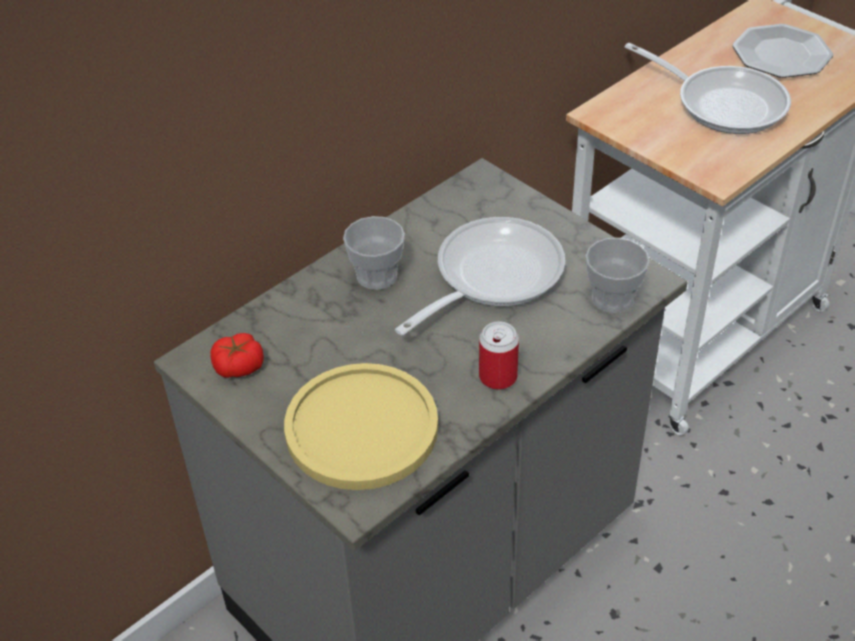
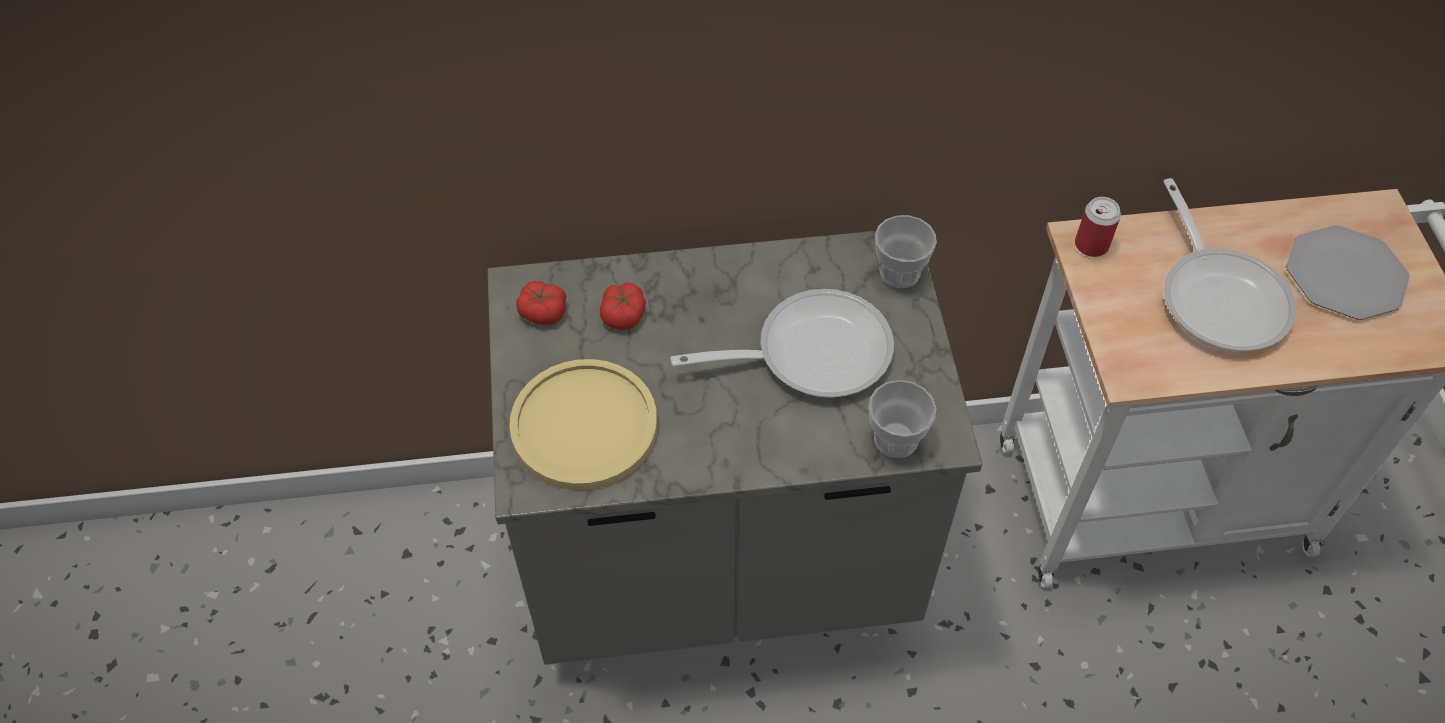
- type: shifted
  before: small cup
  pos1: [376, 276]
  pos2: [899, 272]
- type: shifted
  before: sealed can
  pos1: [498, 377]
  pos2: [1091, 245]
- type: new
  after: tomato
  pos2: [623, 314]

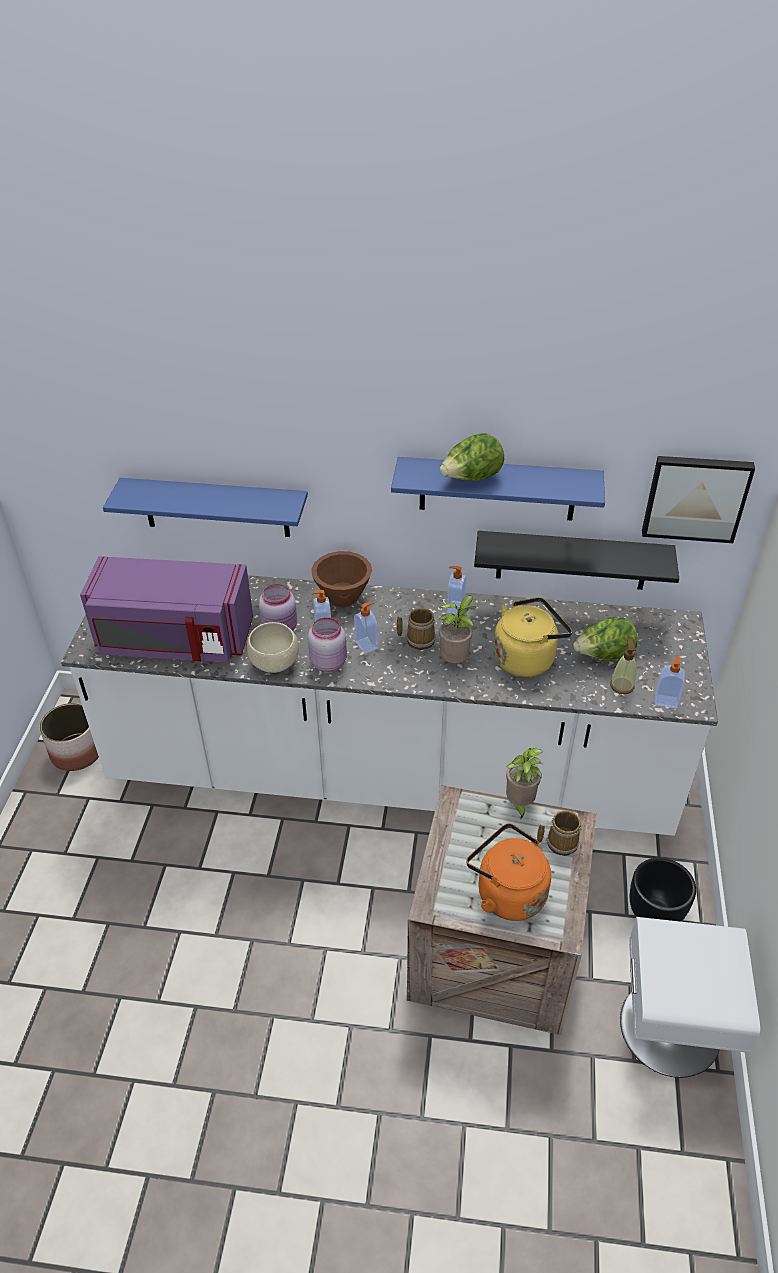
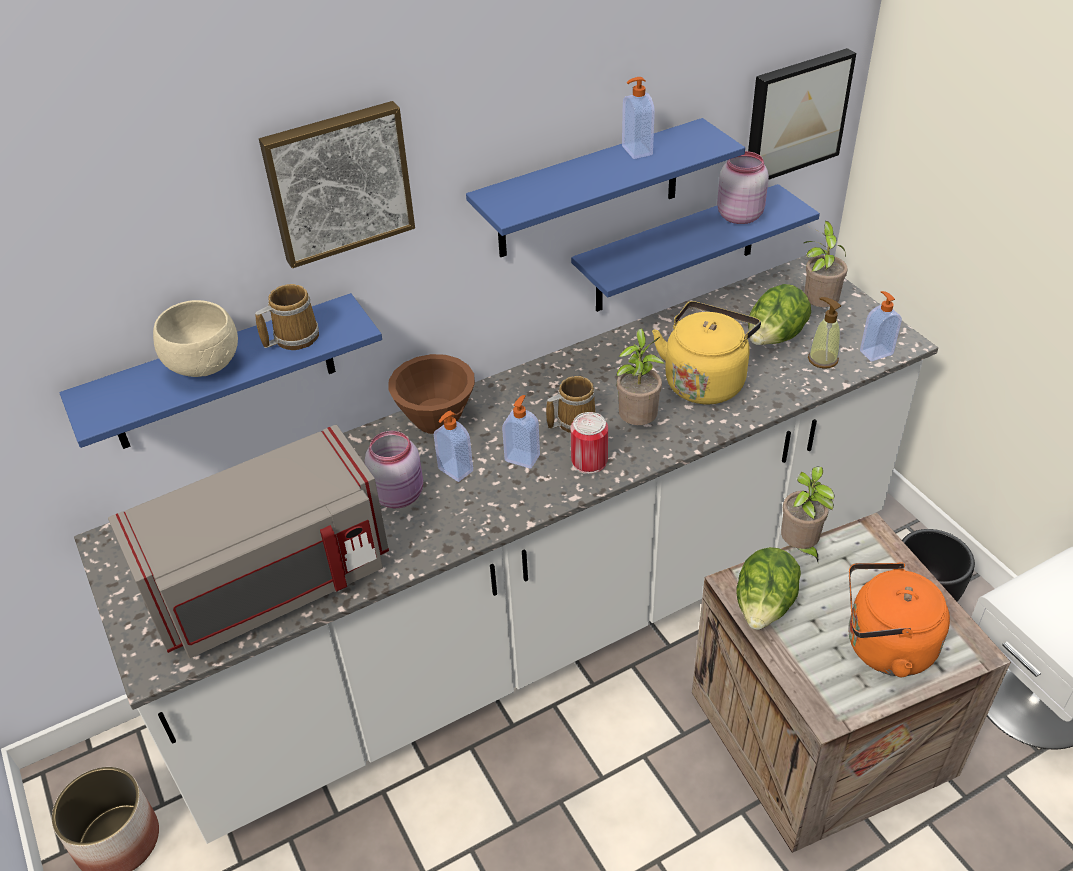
- type: repainted
  before: kitchen microwave in purple
  after: kitchen microwave in grey
  pos1: [174, 640]
  pos2: [271, 583]
- type: shifted
  before: deep dish in beige
  pos1: [276, 664]
  pos2: [206, 365]
- type: shifted
  before: jar in pink-coloured
  pos1: [329, 662]
  pos2: [739, 215]
- type: shifted
  before: head of lettuce
  pos1: [471, 479]
  pos2: [764, 607]
- type: shifted
  before: soap bottle
  pos1: [455, 607]
  pos2: [636, 151]
- type: repainted
  before: bracket shelf in blackish
  after: bracket shelf in blue-coloured
  pos1: [572, 560]
  pos2: [676, 250]
- type: shifted
  before: mug
  pos1: [559, 842]
  pos2: [293, 337]
- type: new
  after: wall picture
  pos2: [338, 182]
- type: new
  after: sealed can
  pos2: [589, 461]
- type: new
  after: houseplant
  pos2: [816, 308]

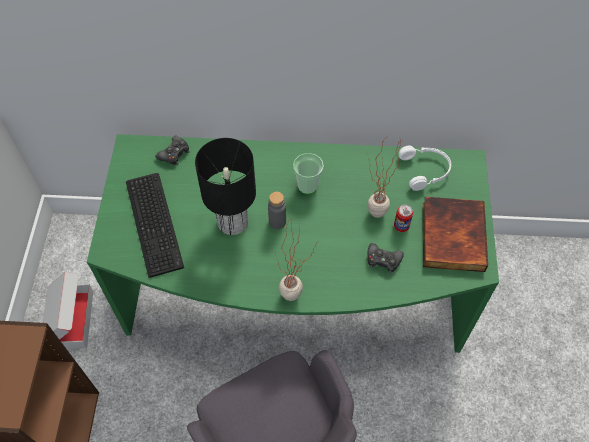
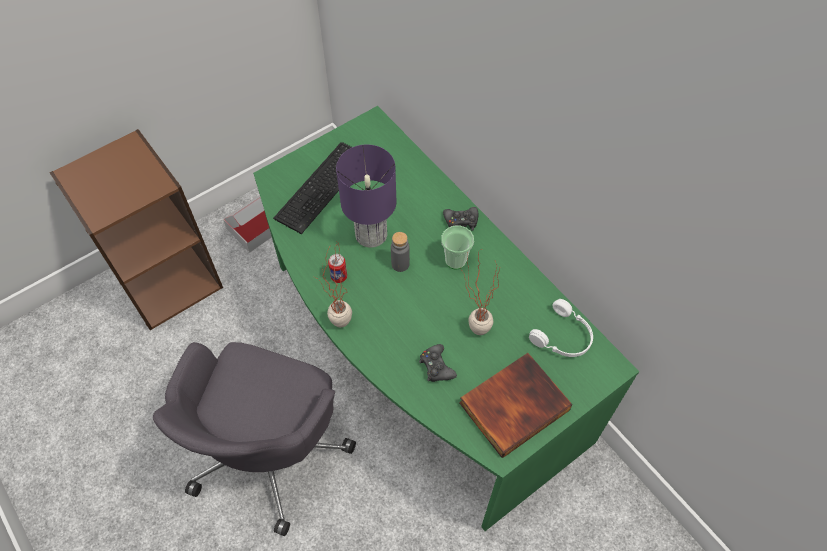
- type: shifted
  before: joypad in blackish
  pos1: [174, 153]
  pos2: [461, 221]
- type: repainted
  before: tabletop lamp in blackish
  after: tabletop lamp in purple
  pos1: [232, 221]
  pos2: [372, 234]
- type: shifted
  before: sealed can
  pos1: [401, 226]
  pos2: [339, 276]

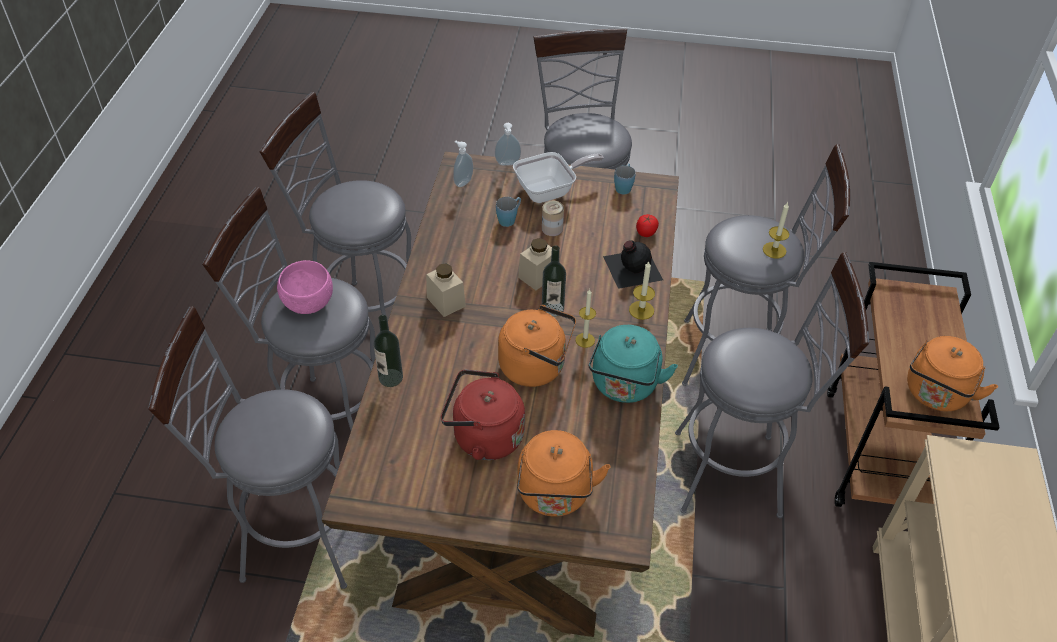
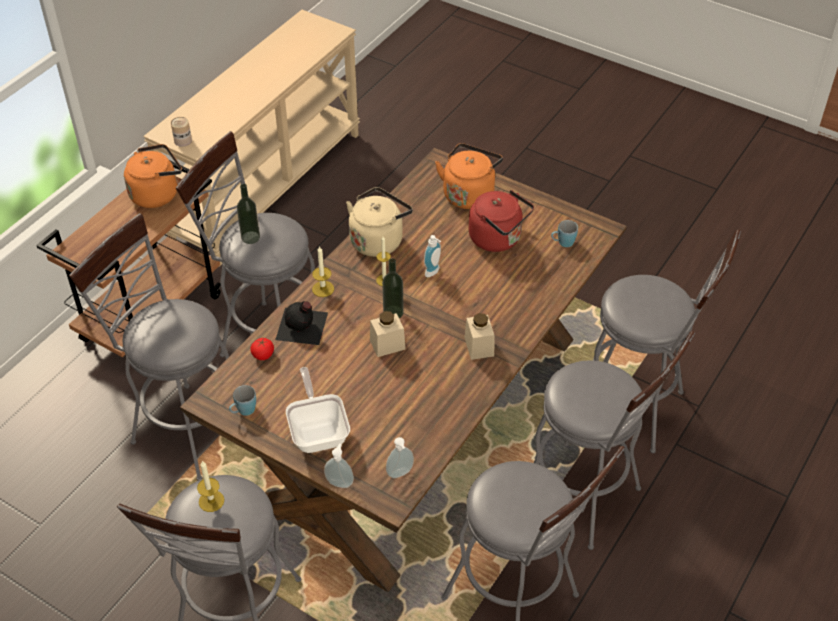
- type: gone
  before: deep dish in pink-coloured
  pos1: [307, 304]
- type: shifted
  before: beverage bottle
  pos1: [390, 378]
  pos2: [250, 237]
- type: shifted
  before: mug in blue-coloured
  pos1: [509, 219]
  pos2: [562, 243]
- type: swapped
  before: tea kettle in orangey
  after: soap bottle
  pos1: [536, 367]
  pos2: [434, 272]
- type: rotated
  before: pan
  pos1: [550, 191]
  pos2: [318, 431]
  turn: 75
- type: shifted
  before: sealed can
  pos1: [552, 229]
  pos2: [183, 141]
- type: repainted
  before: tea kettle in blue-green
  after: tea kettle in beige
  pos1: [624, 386]
  pos2: [378, 240]
- type: shifted
  before: wax candle
  pos1: [774, 250]
  pos2: [211, 501]

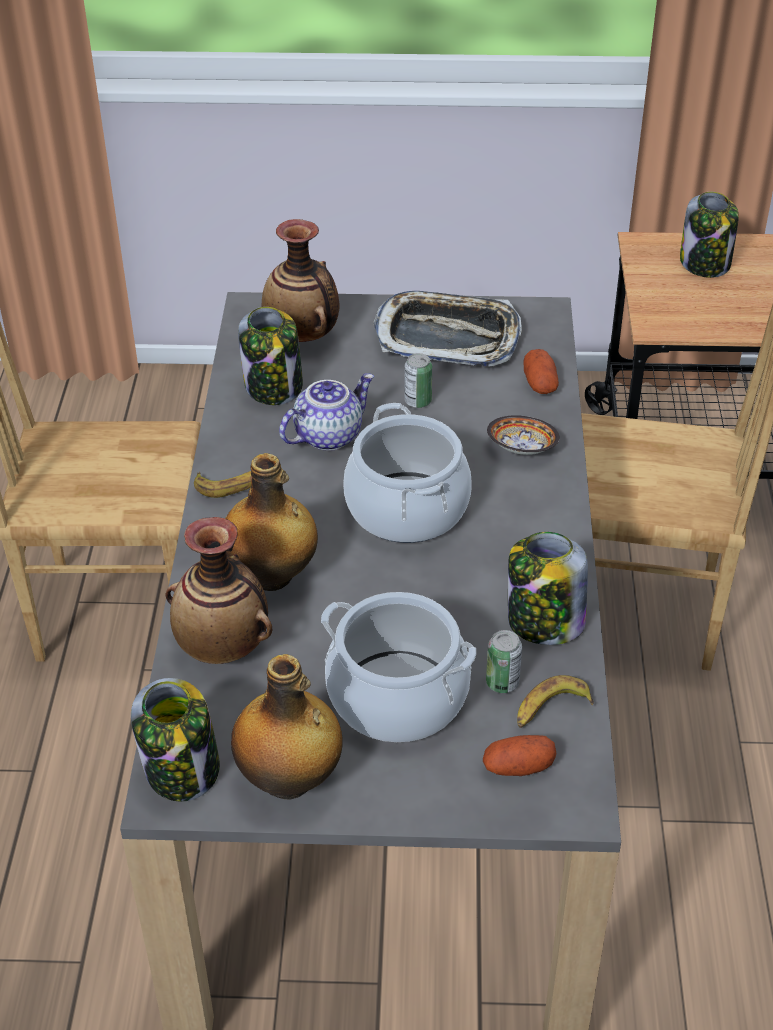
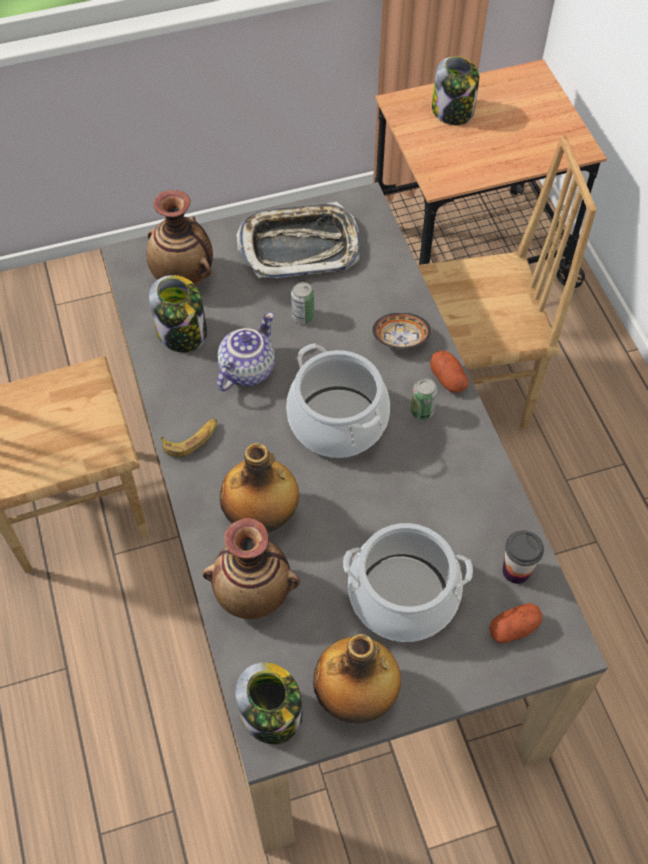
- type: shifted
  before: sealed can
  pos1: [502, 683]
  pos2: [422, 411]
- type: gone
  before: jar
  pos1: [544, 622]
- type: swapped
  before: banana fruit
  after: small cup
  pos1: [550, 709]
  pos2: [516, 571]
- type: shifted
  before: spud
  pos1: [540, 383]
  pos2: [448, 379]

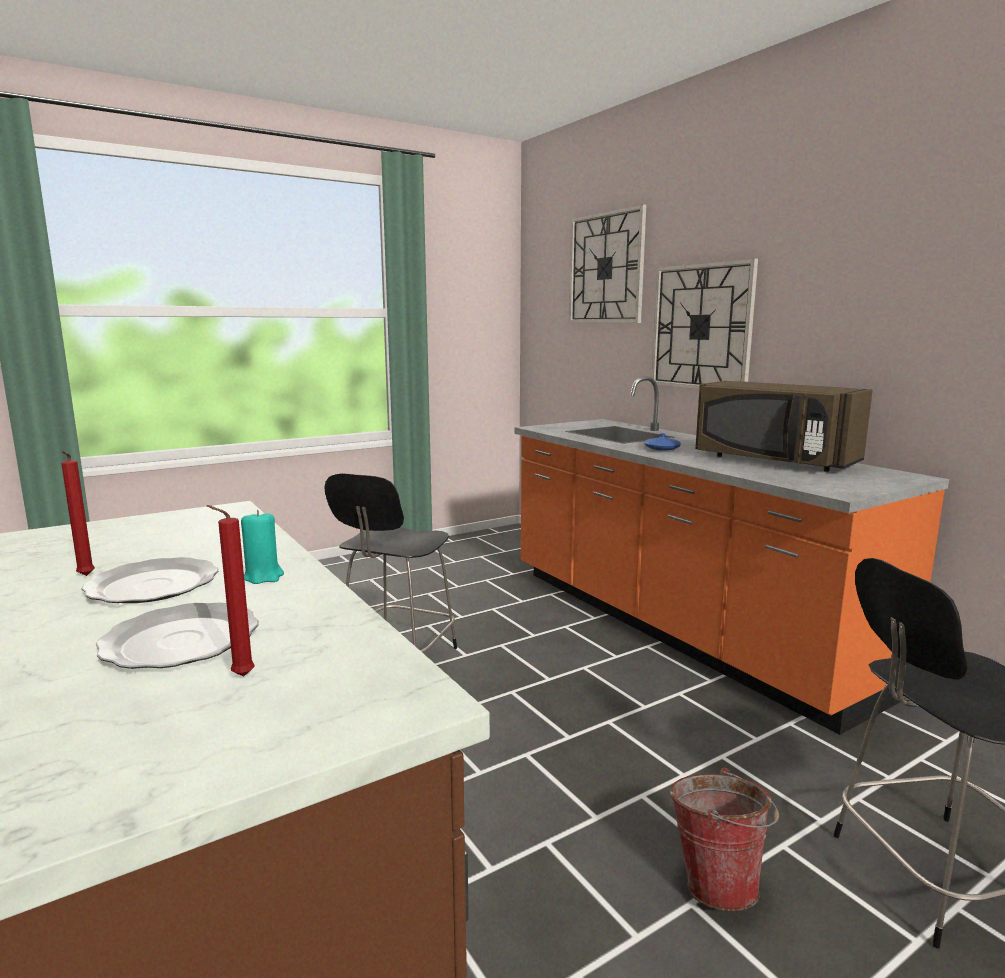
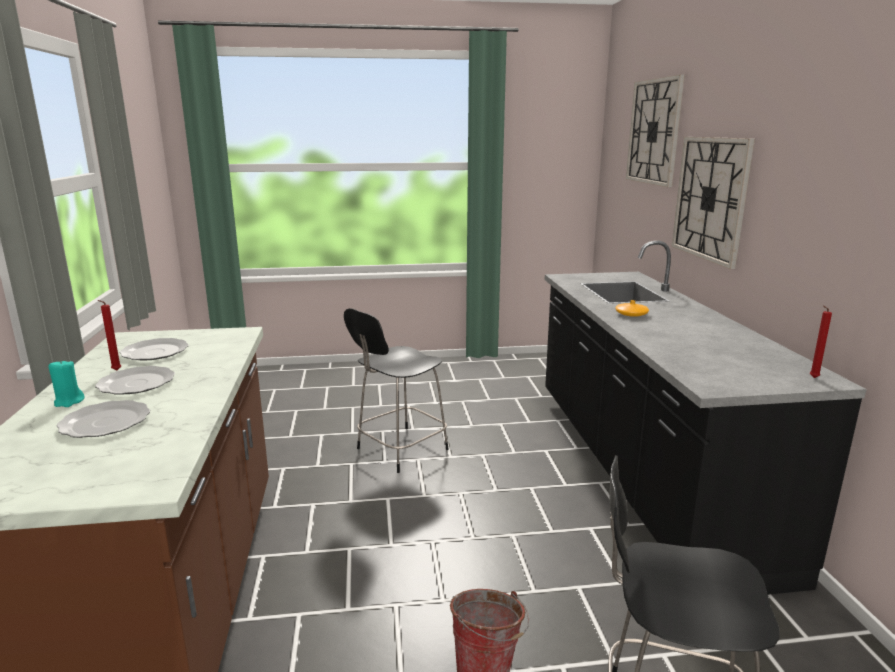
- type: shifted
  before: wax candle in reddish
  pos1: [239, 677]
  pos2: [812, 378]
- type: shifted
  before: wax candle in blue-green
  pos1: [263, 577]
  pos2: [69, 402]
- type: repainted
  before: counter in orangey
  after: counter in blackish
  pos1: [677, 627]
  pos2: [642, 472]
- type: repainted
  before: flower vase in blue-coloured
  after: flower vase in orangey
  pos1: [662, 449]
  pos2: [631, 314]
- type: gone
  before: kitchen microwave in brown
  pos1: [773, 461]
- type: new
  after: dinner plate
  pos2: [154, 352]

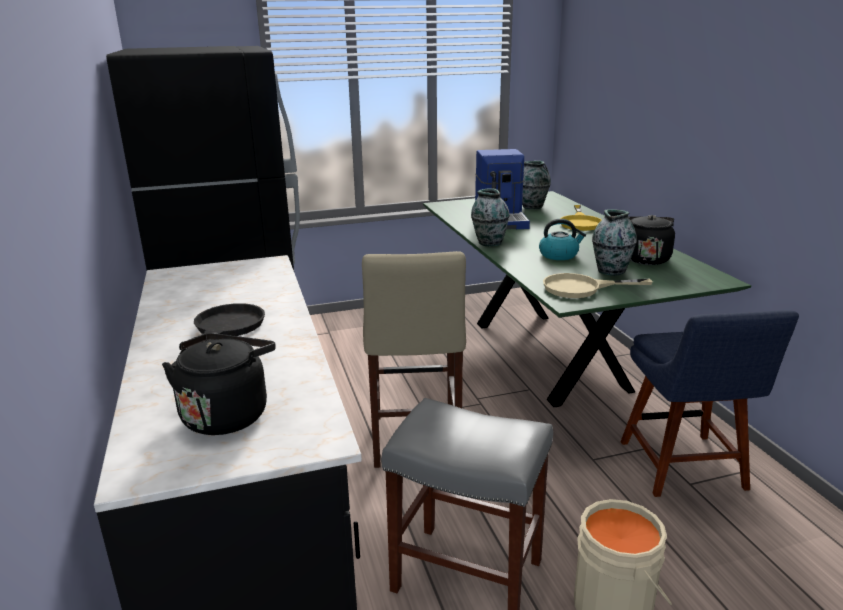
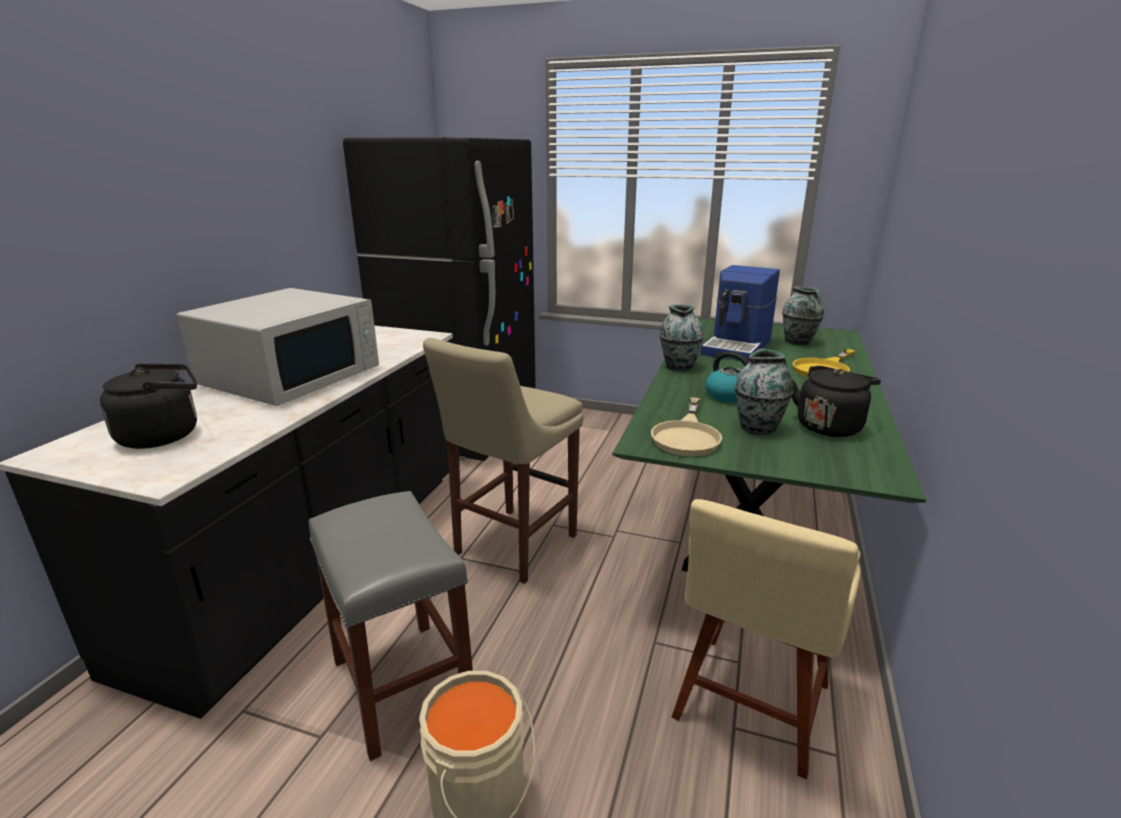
- type: swapped
  before: pan in blackish
  after: kitchen microwave in white-coloured
  pos1: [223, 330]
  pos2: [292, 376]
- type: rotated
  before: pan in beige
  pos1: [582, 288]
  pos2: [687, 435]
  turn: -105
- type: repainted
  before: plain chair in blue-coloured
  after: plain chair in beige
  pos1: [684, 469]
  pos2: [749, 707]

